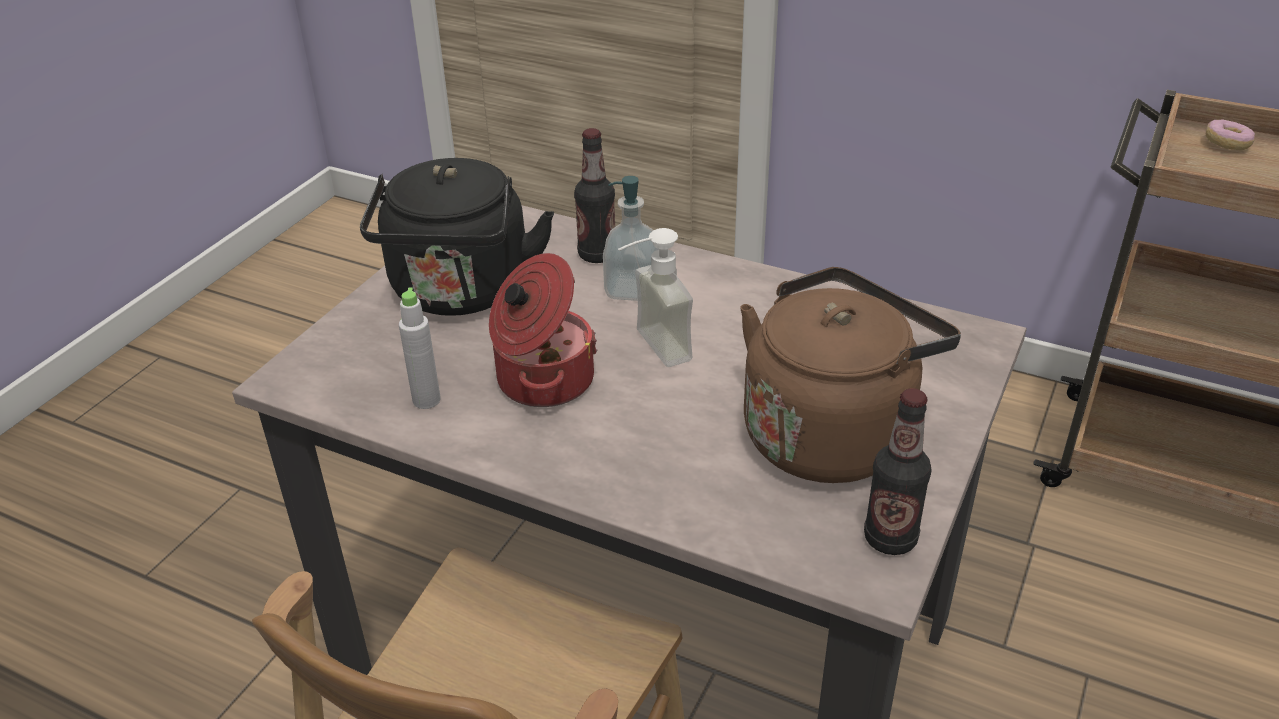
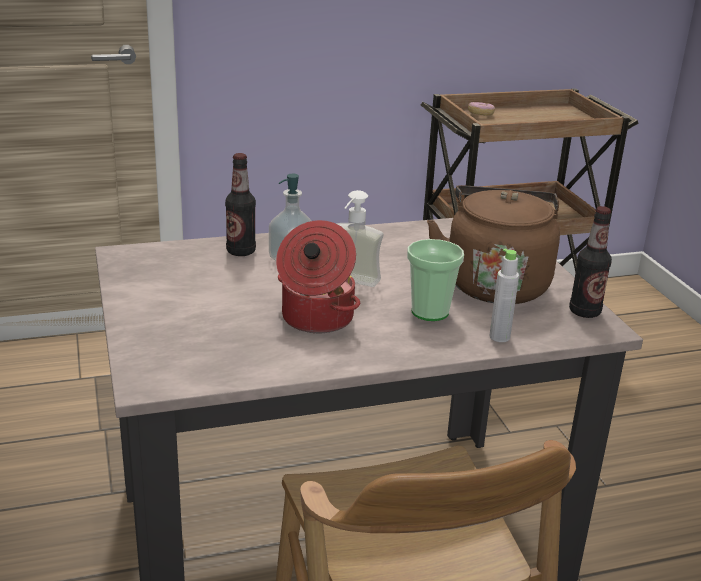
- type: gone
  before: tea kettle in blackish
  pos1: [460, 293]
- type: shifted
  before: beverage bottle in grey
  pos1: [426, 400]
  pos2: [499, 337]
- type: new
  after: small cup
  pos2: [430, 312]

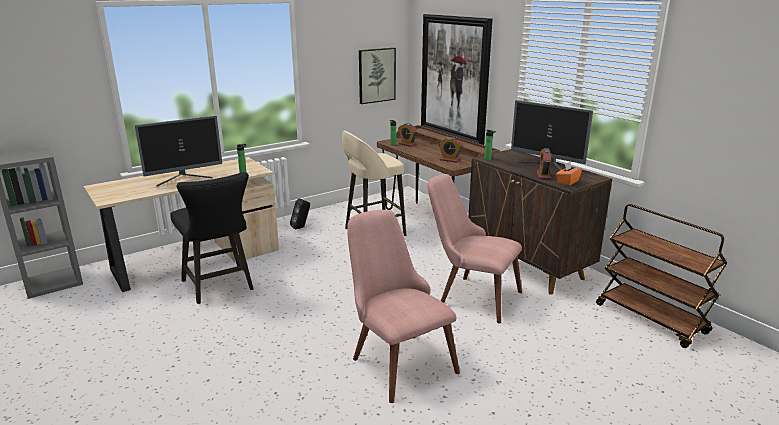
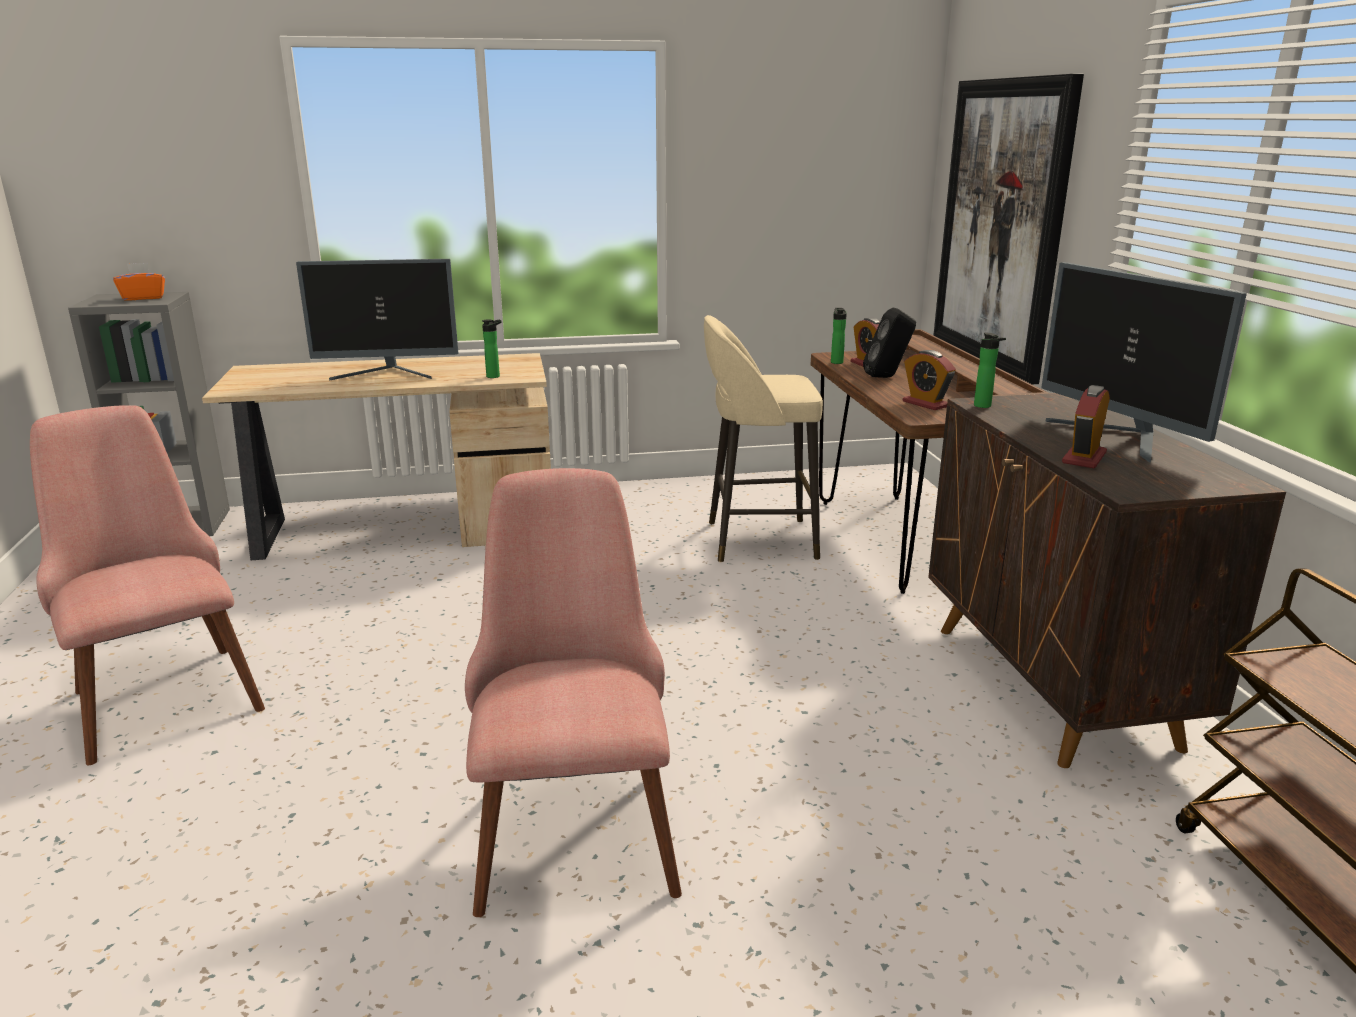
- type: gone
  before: sitting stool in blackish
  pos1: [220, 287]
- type: shifted
  before: audio speaker in blackish
  pos1: [301, 227]
  pos2: [887, 377]
- type: gone
  before: wall picture
  pos1: [376, 75]
- type: shifted
  before: plain chair in pink-coloured
  pos1: [470, 296]
  pos2: [160, 689]
- type: shifted
  before: box of tissues in orangey
  pos1: [567, 182]
  pos2: [143, 298]

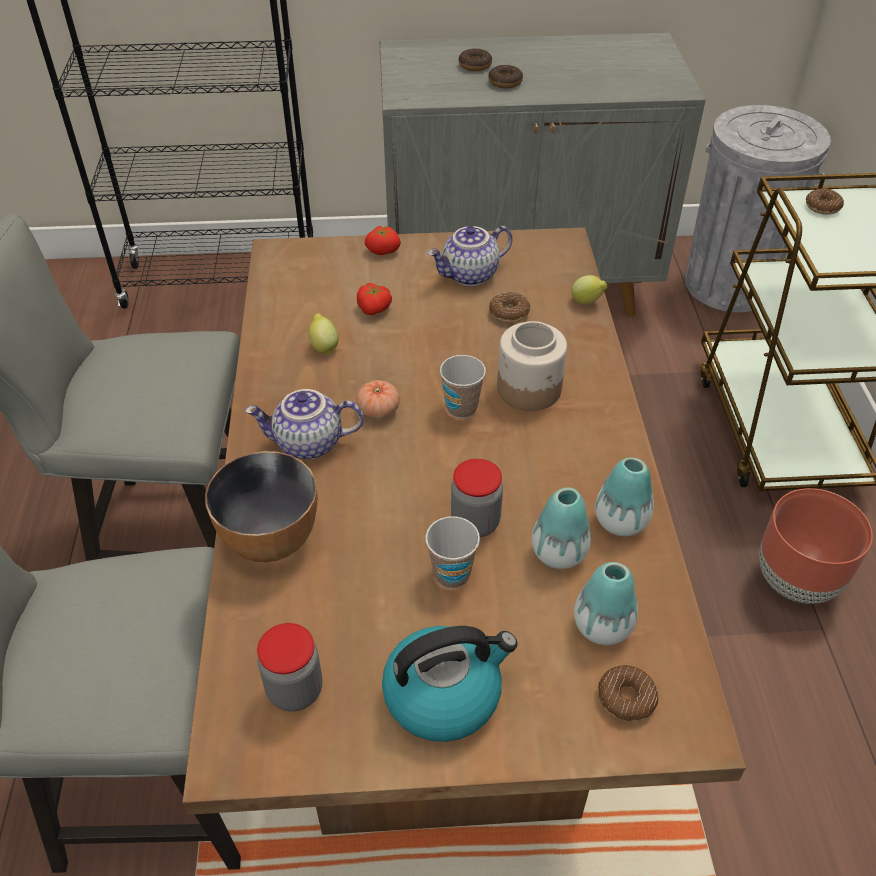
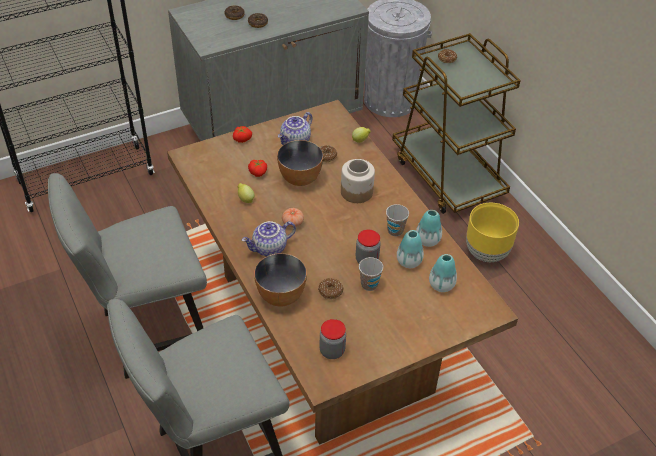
- type: gone
  before: tea kettle
  pos1: [444, 694]
- type: shifted
  before: small cup
  pos1: [461, 408]
  pos2: [395, 231]
- type: shifted
  before: donut
  pos1: [626, 698]
  pos2: [330, 291]
- type: repainted
  before: planter in brown
  after: planter in yellow
  pos1: [796, 581]
  pos2: [487, 252]
- type: new
  after: deep dish
  pos2: [299, 178]

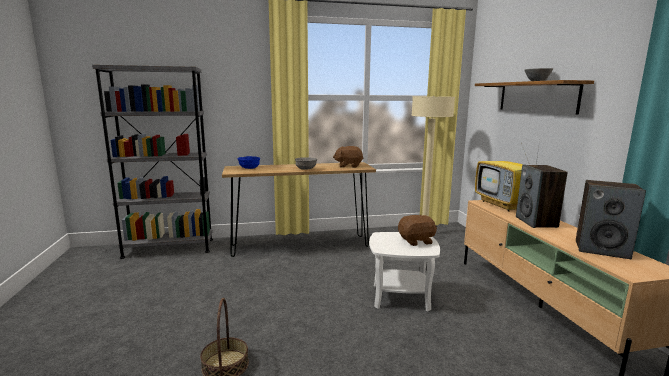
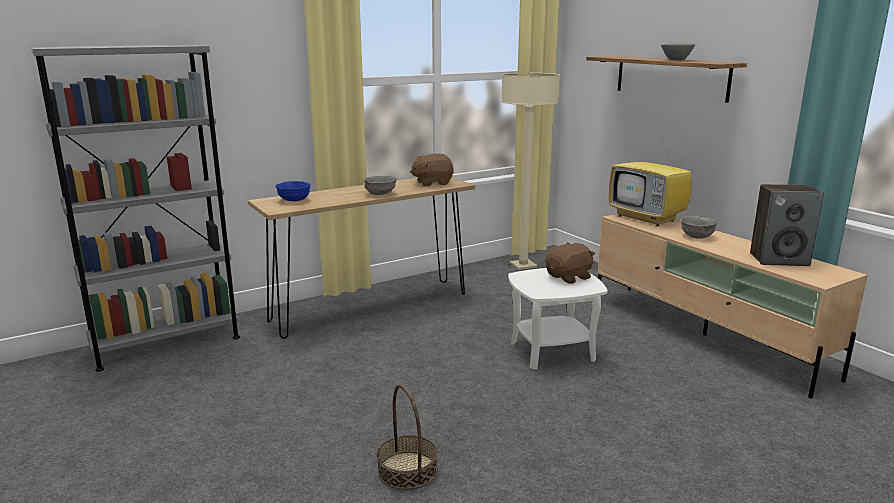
- type: swapped
  before: audio speaker
  after: deep dish in grey
  pos1: [536, 222]
  pos2: [697, 236]

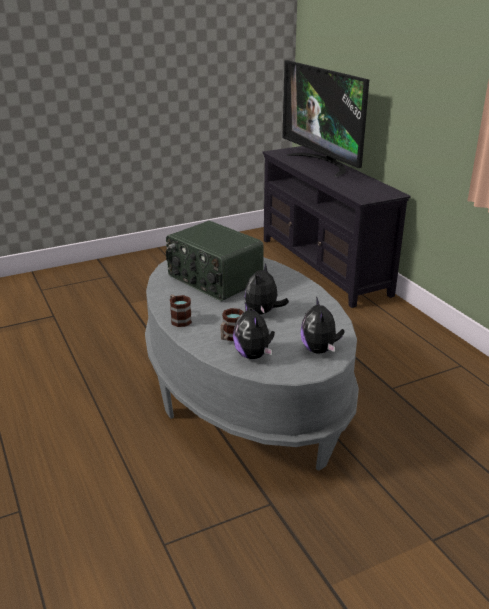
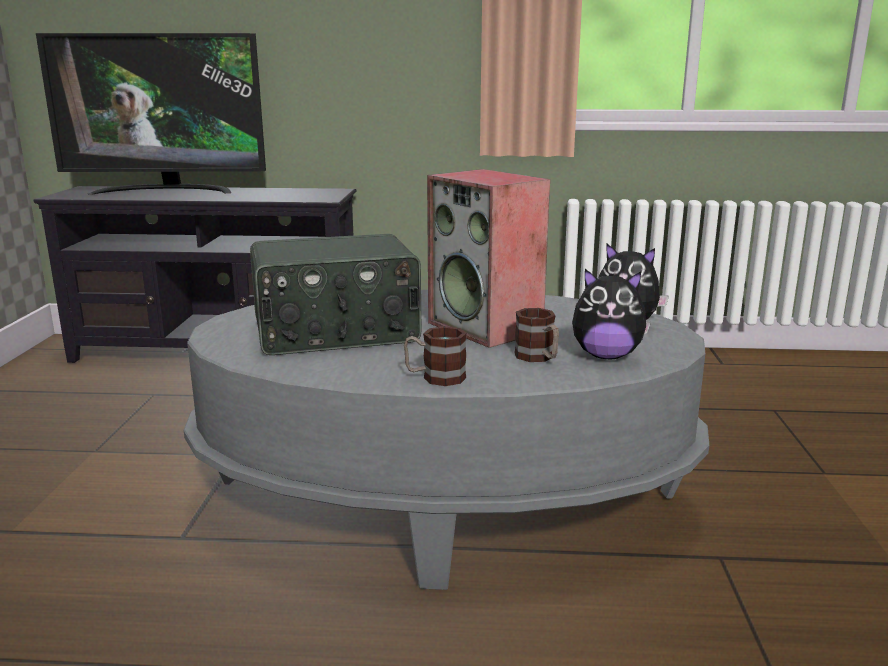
- type: swapped
  before: soft toy
  after: audio speaker
  pos1: [263, 312]
  pos2: [487, 327]

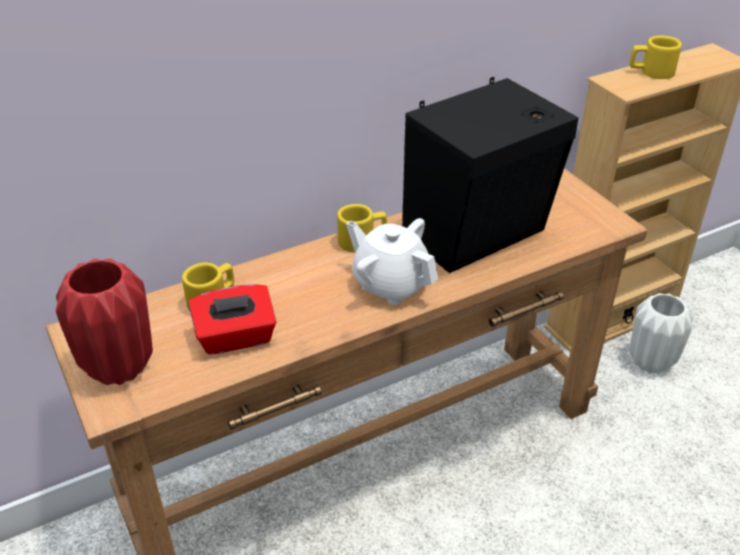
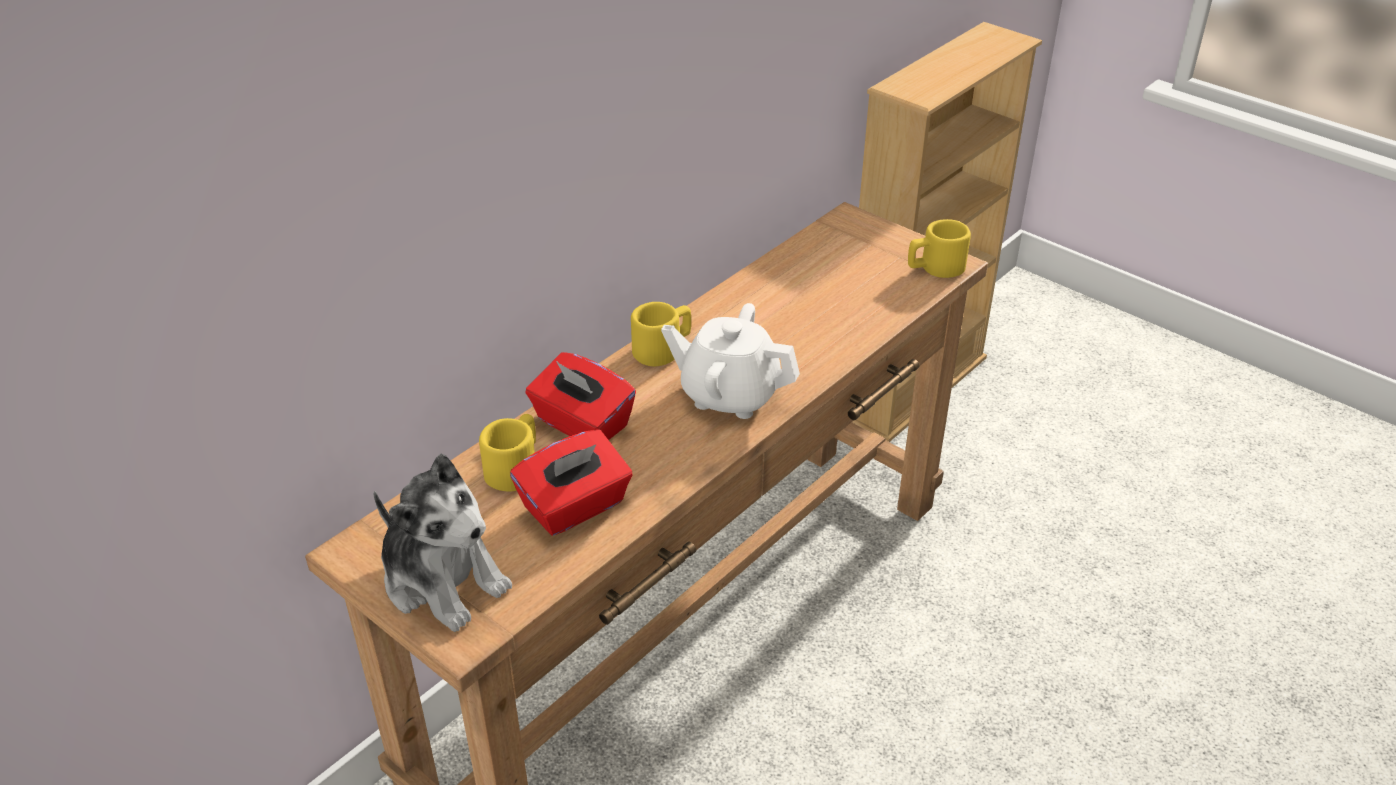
- type: swapped
  before: flower vase in reddish
  after: soft toy
  pos1: [119, 366]
  pos2: [443, 580]
- type: gone
  before: audio speaker in blackish
  pos1: [480, 235]
- type: gone
  before: flower vase in white-coloured
  pos1: [651, 362]
- type: shifted
  before: mug in yellow
  pos1: [651, 72]
  pos2: [935, 268]
- type: new
  after: box of tissues in reddish
  pos2: [582, 424]

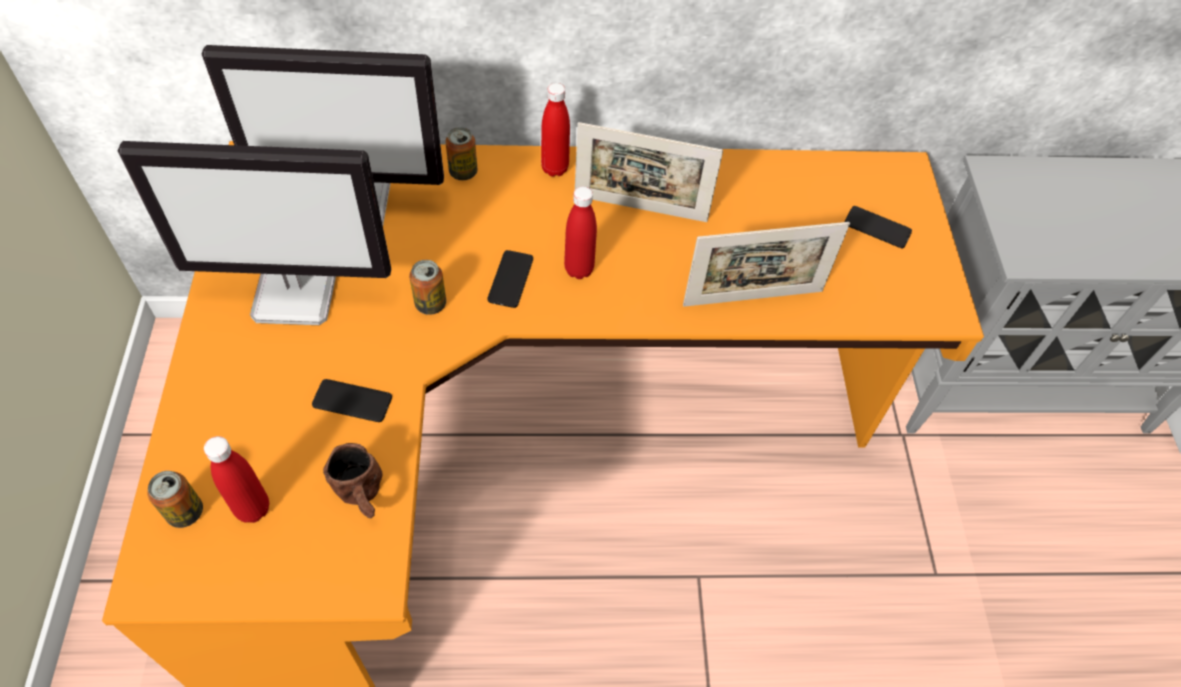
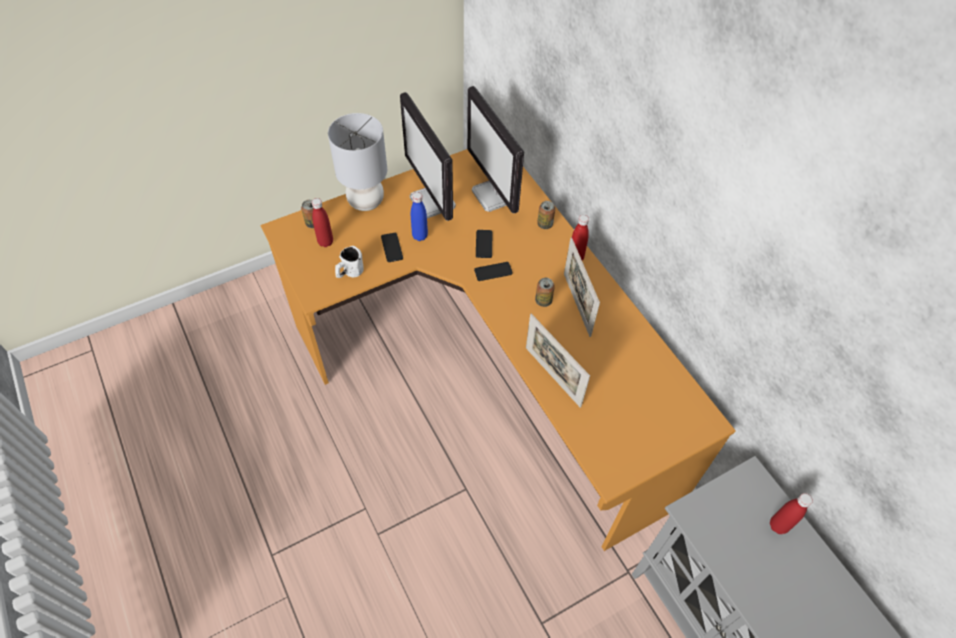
- type: repainted
  before: mug in brown
  after: mug in white-coloured
  pos1: [363, 498]
  pos2: [349, 274]
- type: shifted
  before: sealed can
  pos1: [430, 304]
  pos2: [543, 301]
- type: shifted
  before: beverage bottle in reddish
  pos1: [579, 269]
  pos2: [778, 525]
- type: shifted
  before: telephone
  pos1: [877, 227]
  pos2: [484, 244]
- type: new
  after: tabletop lamp in grey
  pos2: [366, 202]
- type: new
  after: beverage bottle in blue-coloured
  pos2: [420, 236]

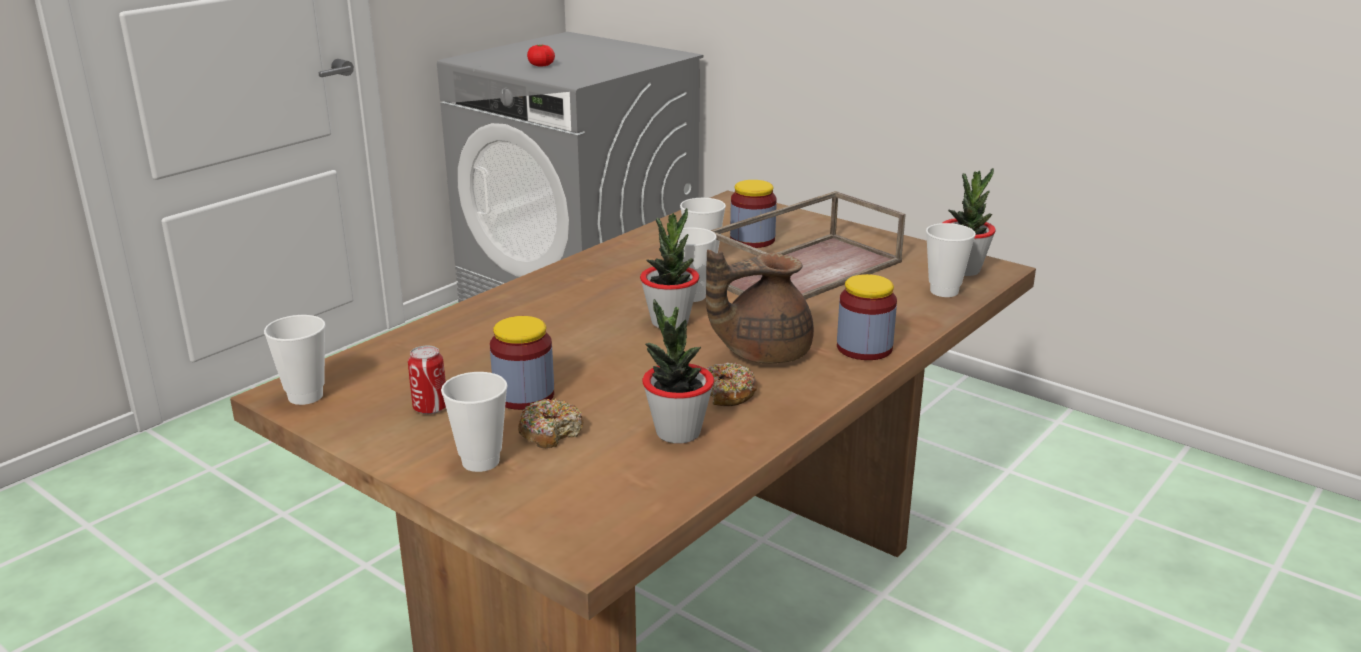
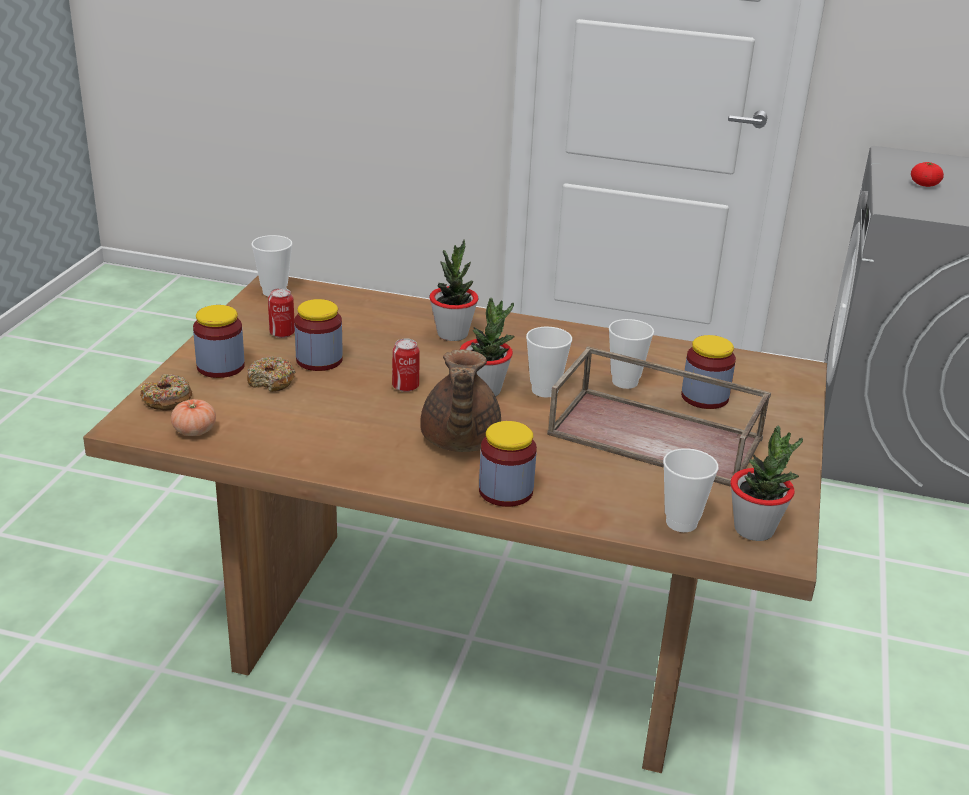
- type: swapped
  before: small cup
  after: jar
  pos1: [480, 461]
  pos2: [220, 367]
- type: shifted
  before: houseplant
  pos1: [677, 432]
  pos2: [452, 334]
- type: rotated
  before: teapot in brown
  pos1: [761, 352]
  pos2: [458, 441]
  turn: -135
- type: shifted
  before: donut
  pos1: [727, 394]
  pos2: [167, 400]
- type: new
  after: tomato
  pos2: [194, 431]
- type: new
  after: sealed can
  pos2: [405, 386]

